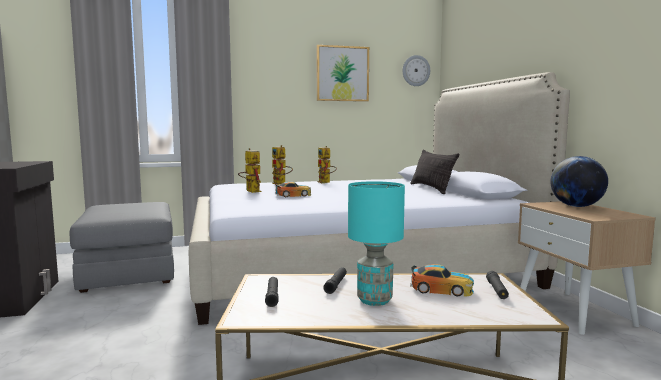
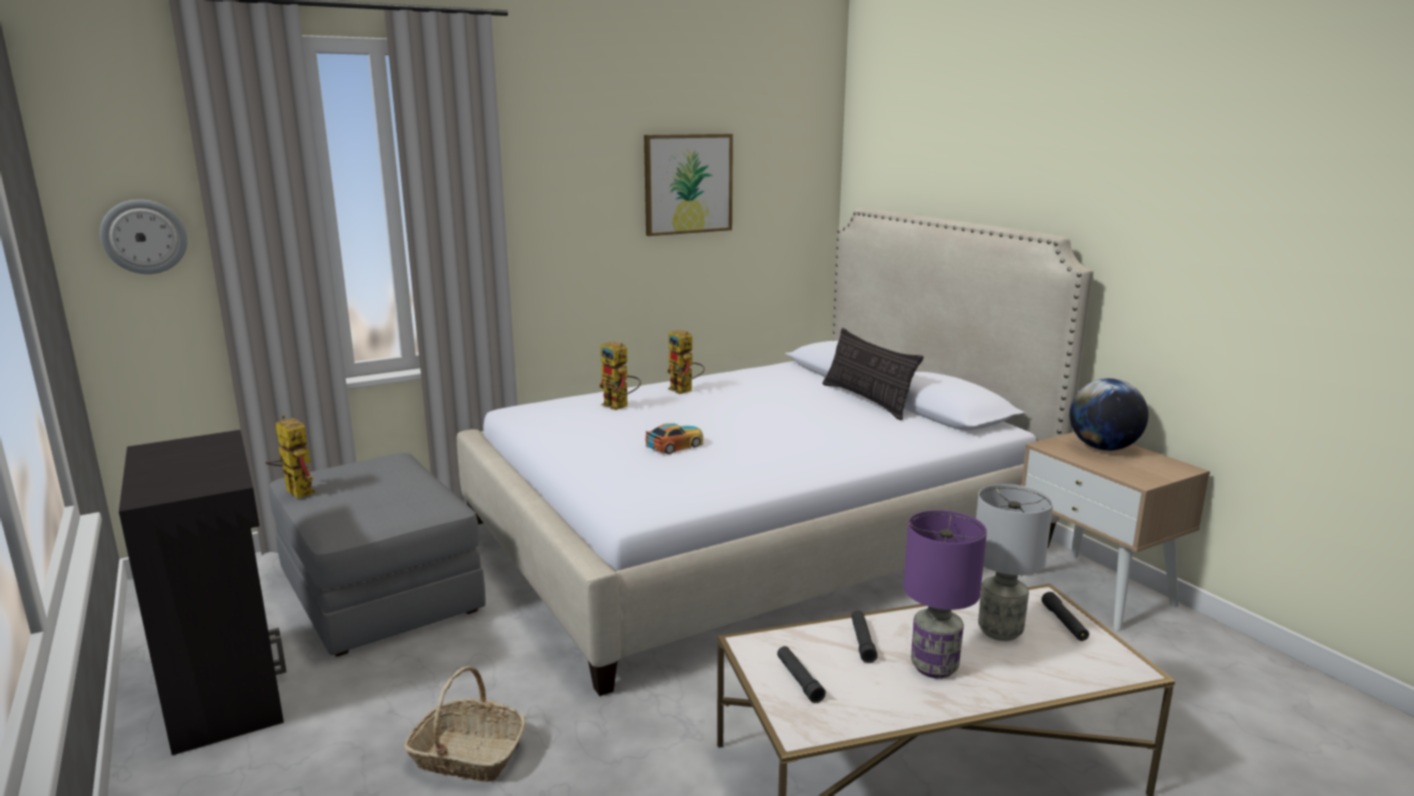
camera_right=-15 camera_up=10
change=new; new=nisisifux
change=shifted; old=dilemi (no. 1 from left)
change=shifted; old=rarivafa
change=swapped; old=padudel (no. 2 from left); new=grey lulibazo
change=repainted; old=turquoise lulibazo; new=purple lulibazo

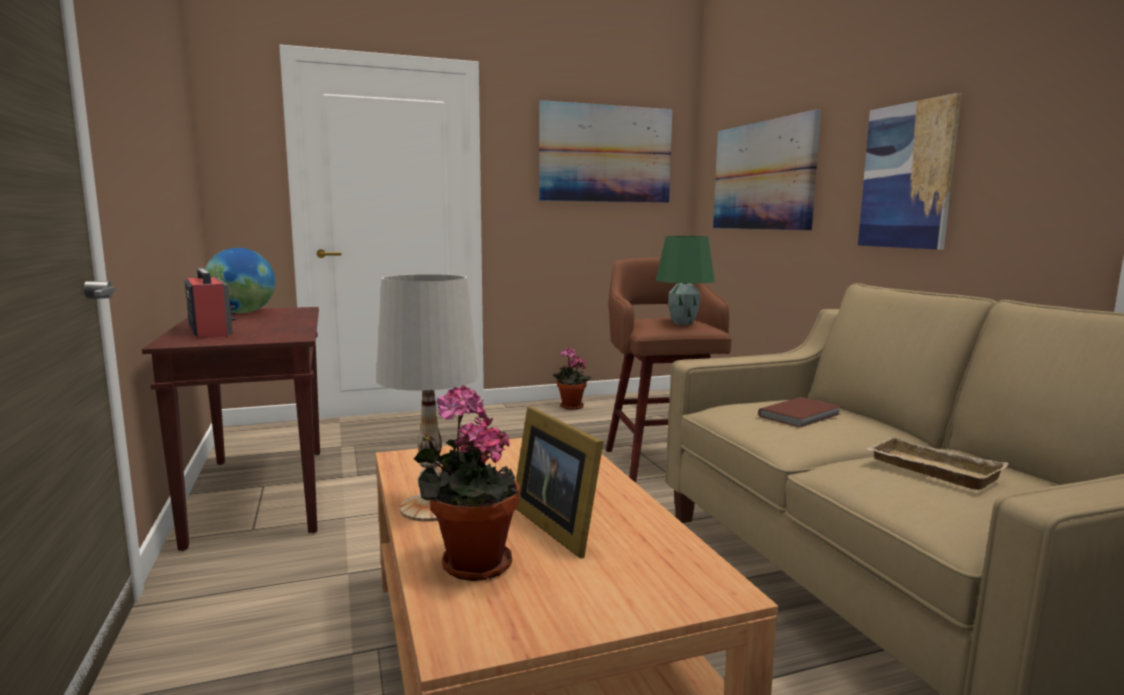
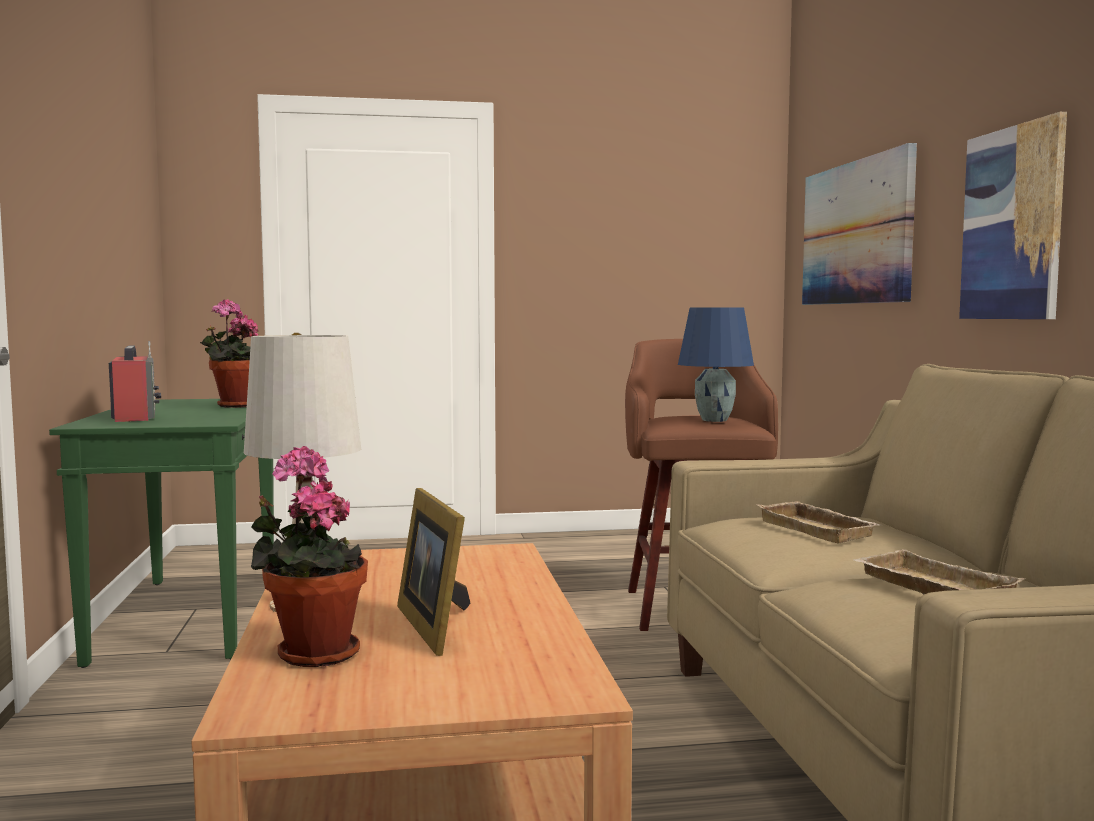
camera_right=10 camera_up=-5
change=gone; old=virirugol
change=gone; old=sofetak (no. 1 from left)
change=shifted; old=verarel (no. 2 from left in the first image); new=verarel (no. 1 from left)
change=swapped; old=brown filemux; new=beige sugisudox (no. 1 from left)
change=repainted; old=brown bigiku; new=green bigiku
change=repainted; old=green lulibazo; new=blue lulibazo

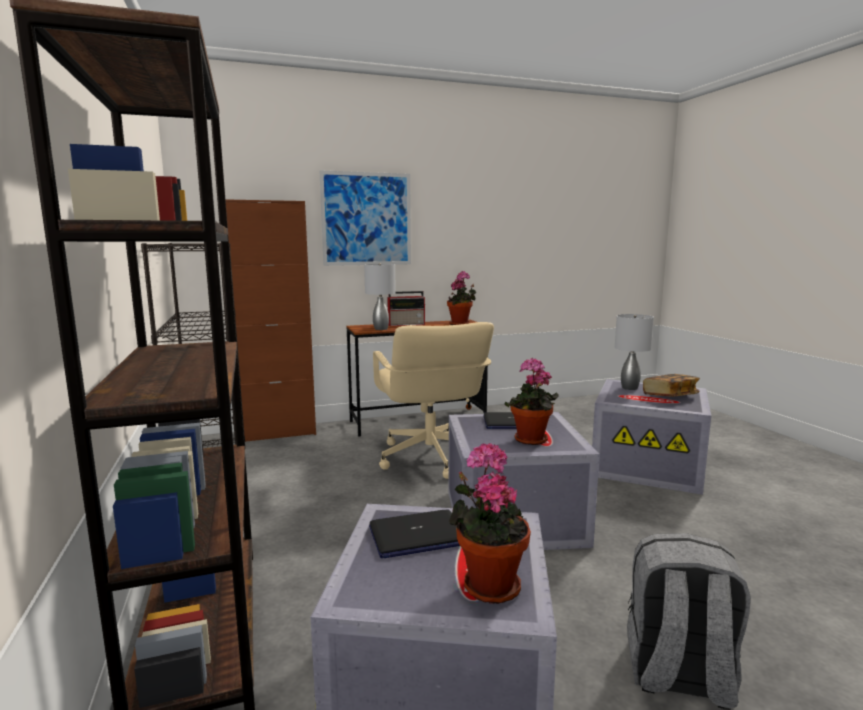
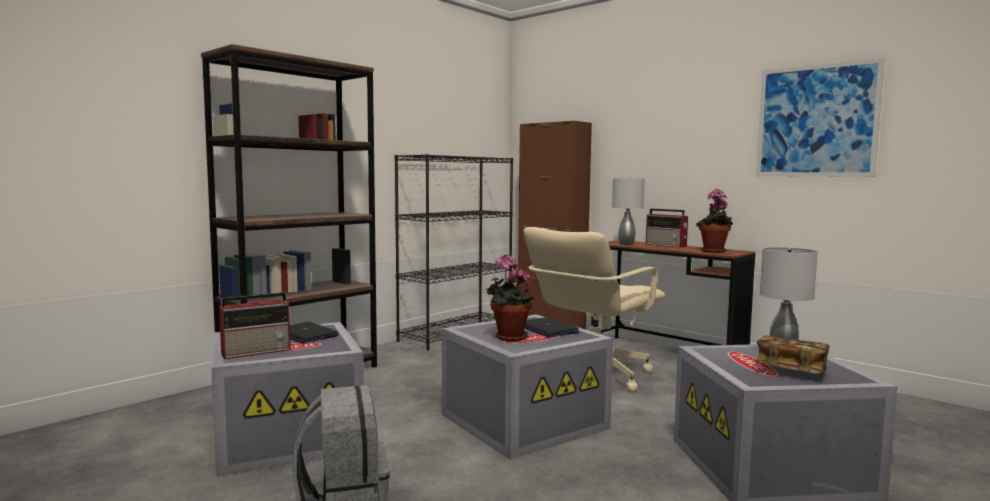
camera_right=60 camera_up=-5
change=shifted; old=sofetak
change=swapped; old=verarel (no. 2 from left); new=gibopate (no. 1 from left)

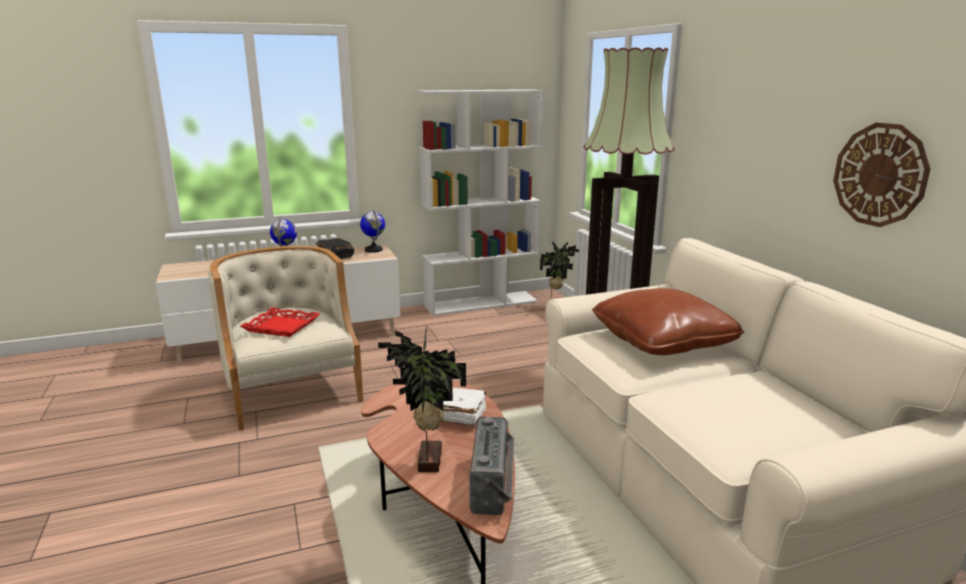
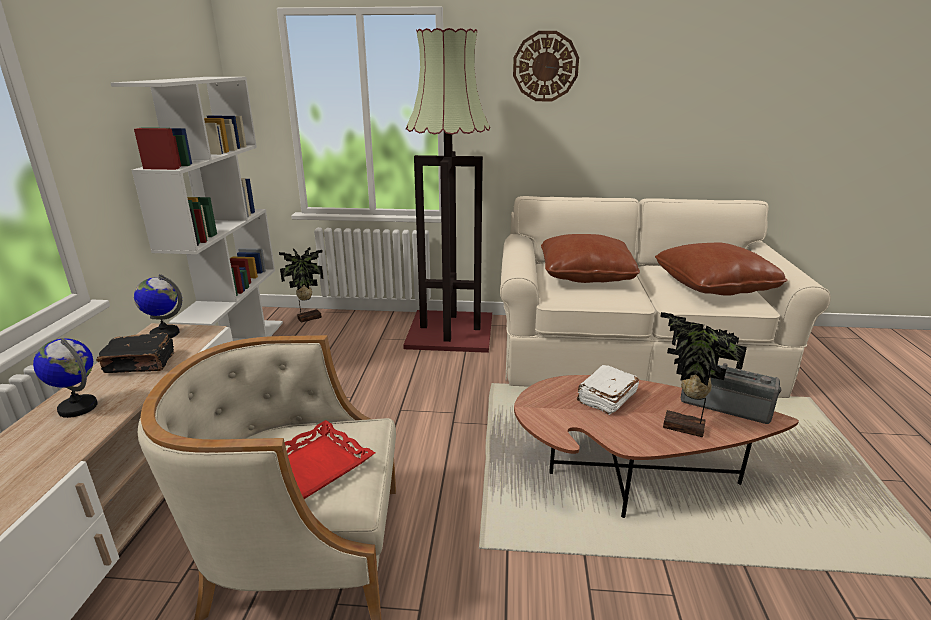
camera_right=-65 camera_up=5
change=new; new=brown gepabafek (no. 2 from left)
change=shifted; old=rarivafa

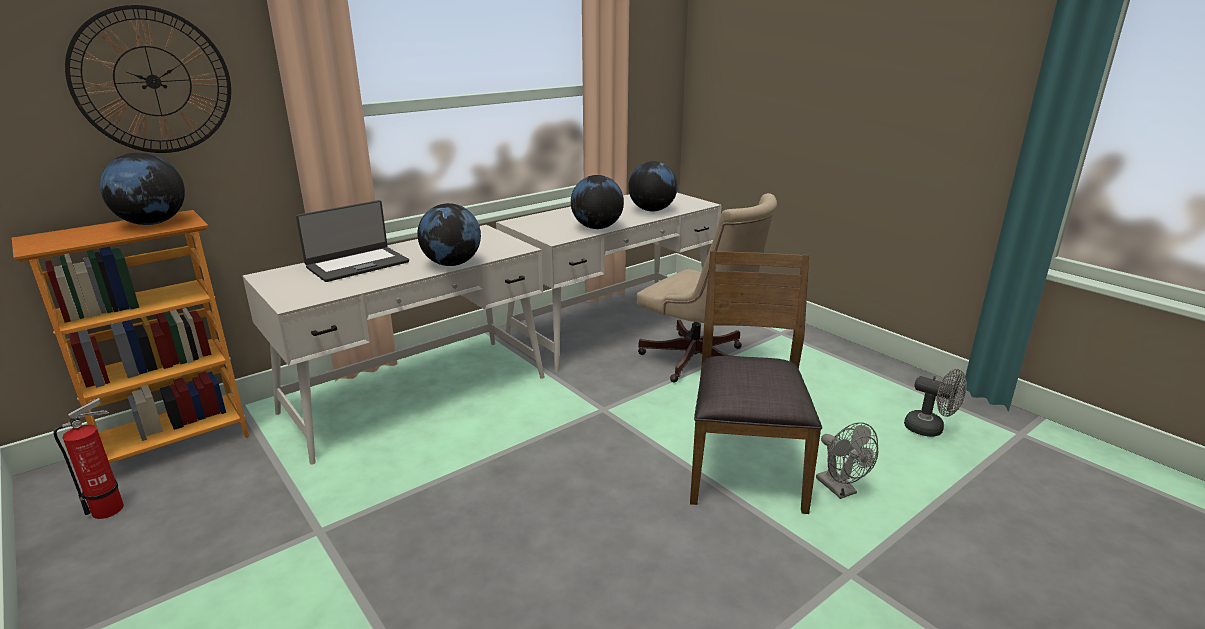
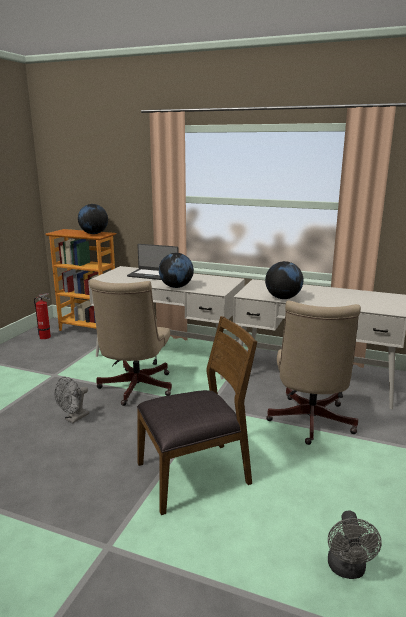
camera_right=60 camera_up=-5
change=gone; old=rarivafa
change=gone; old=virirugol (no. 4 from left)
change=new; new=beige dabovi (no. 1 from left)
change=shifted; old=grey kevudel (no. 1 from left)

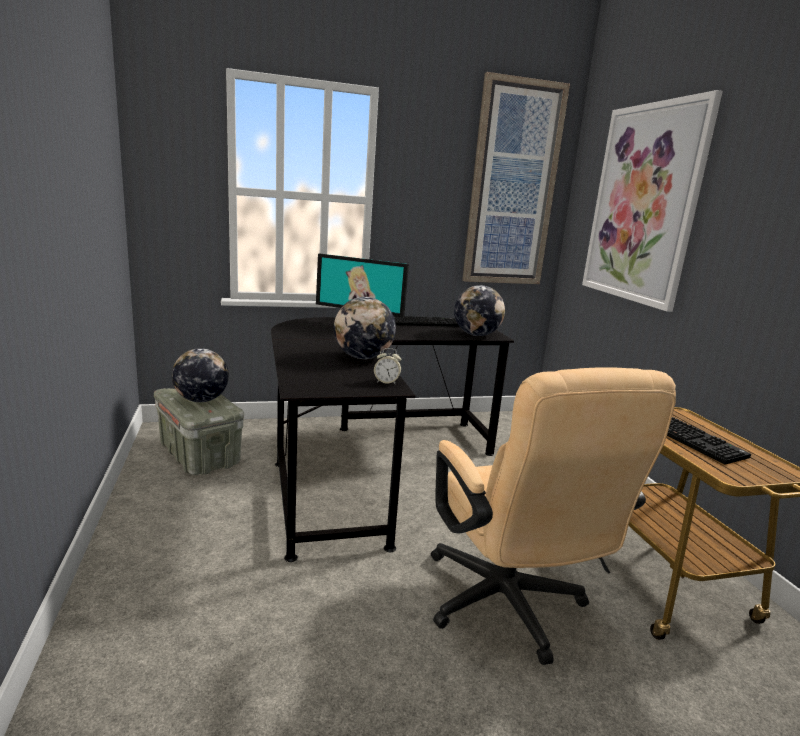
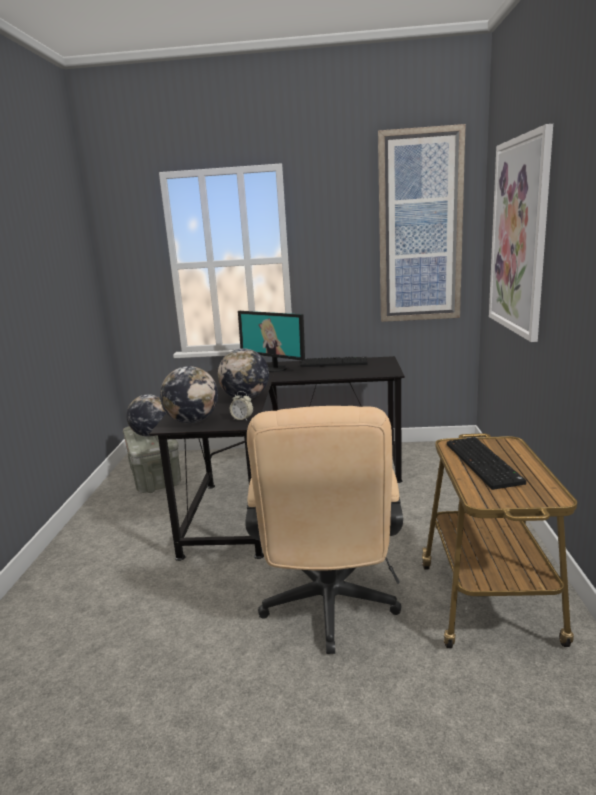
camera_right=20 camera_up=0
change=shifted; old=virirugol (no. 3 from left in the first image); new=virirugol (no. 2 from left)

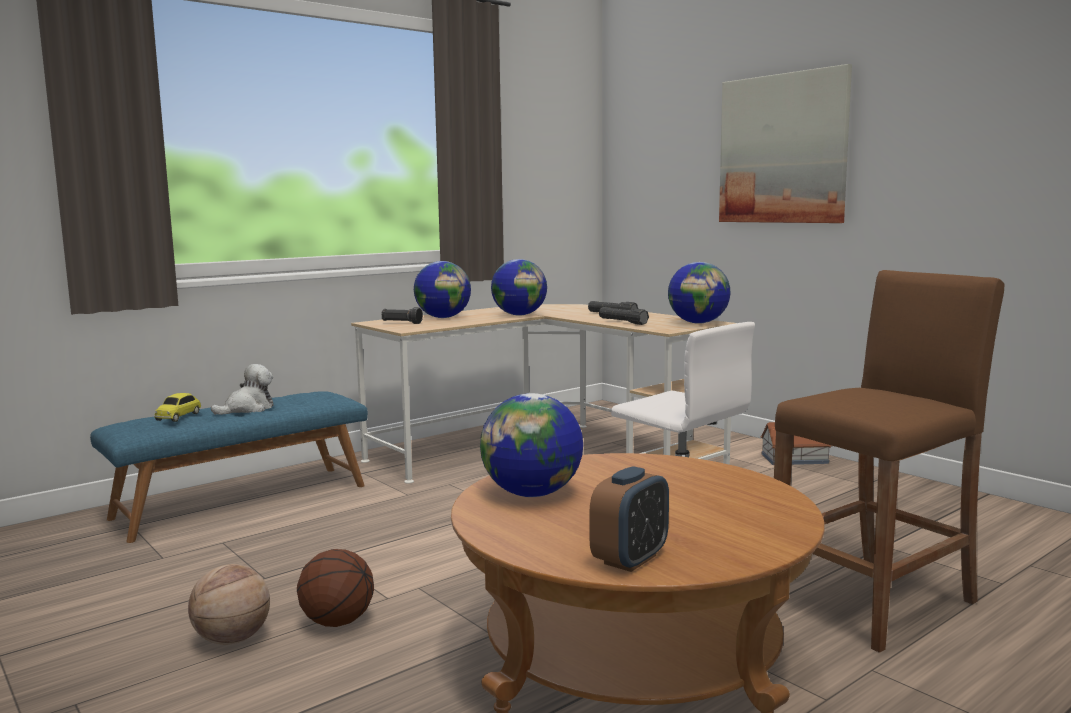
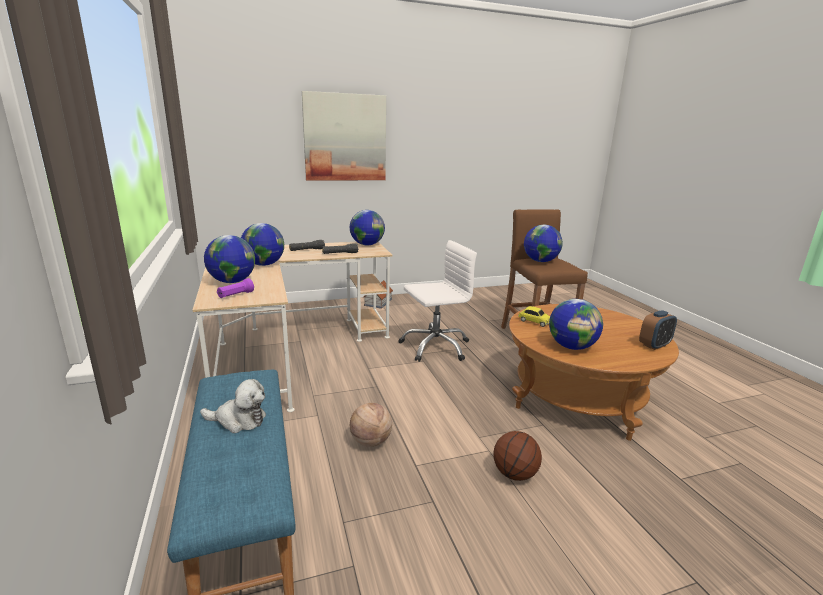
camera_right=-70 camera_up=10
change=new; new=virirugol (no. 4 from left)
change=shifted; old=padudel
change=shifted; old=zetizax (no. 1 from left)
change=repainted; old=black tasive (no. 1 from left); new=purple tasive
change=rotated; old=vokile; degrees=120
change=rotated; old=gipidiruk; degrees=90

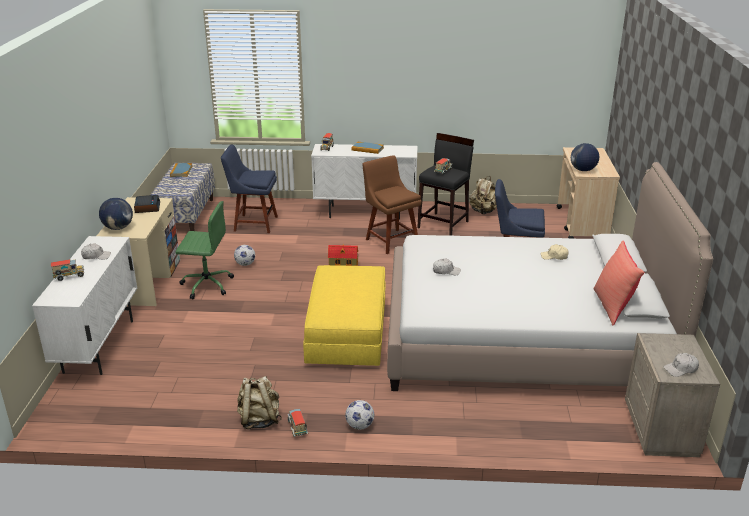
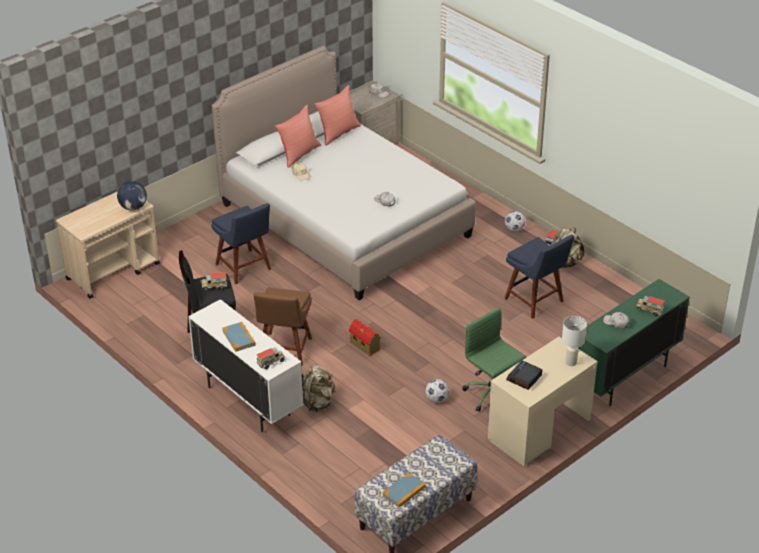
camera_right=-135 camera_up=10
change=gone; old=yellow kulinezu
change=new; new=red gepabafek (no. 1 from left)
change=shifted; old=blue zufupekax (no. 1 from left in the first image); new=blue zufupekax (no. 2 from left)
change=shifted; old=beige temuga (no. 2 from left in the first image); new=beige temuga (no. 1 from left)
change=swapped; old=virirugol (no. 1 from left); new=white lulibazo
change=repainted; old=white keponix (no. 1 from left); new=green keponix

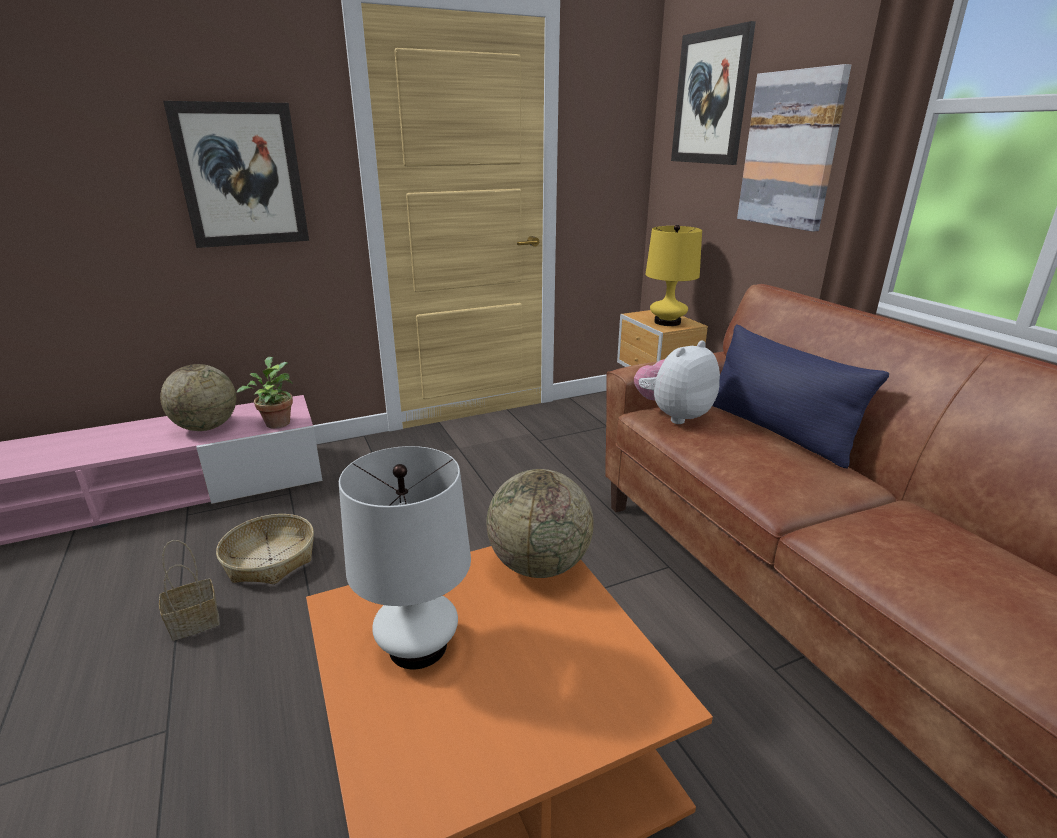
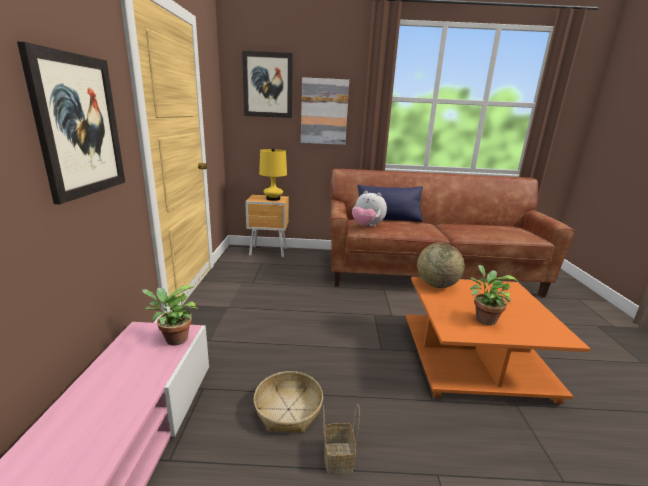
camera_right=-65 camera_up=-5
change=gone; old=virirugol (no. 1 from left)
change=swapped; old=white lulibazo; new=verarel (no. 2 from left)
change=rotated; old=vokile; degrees=-45

